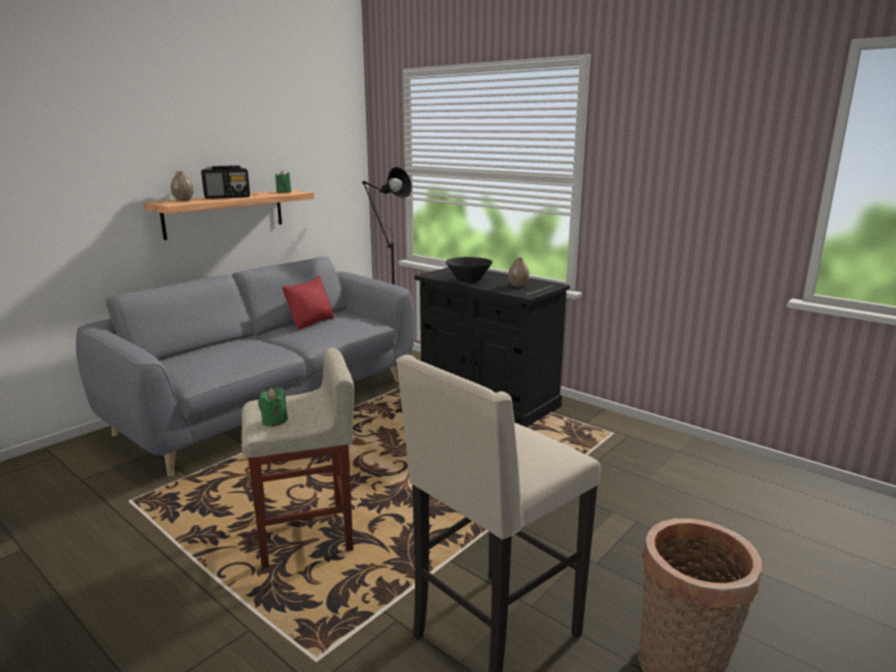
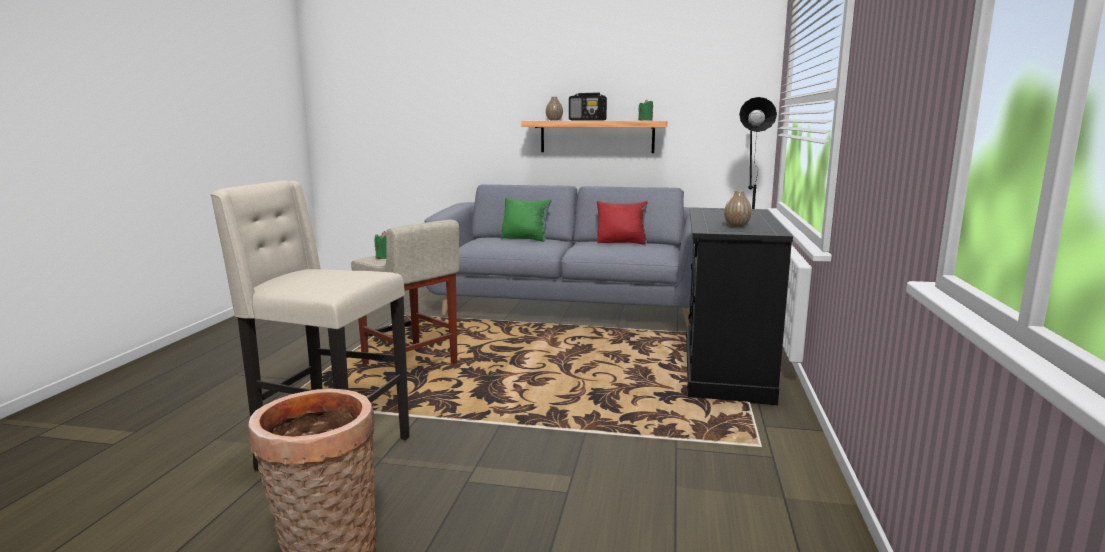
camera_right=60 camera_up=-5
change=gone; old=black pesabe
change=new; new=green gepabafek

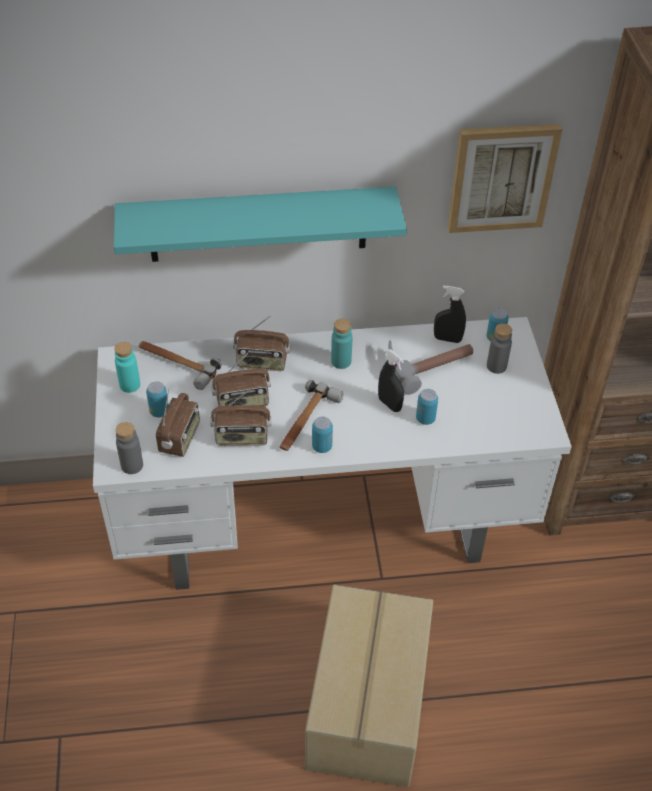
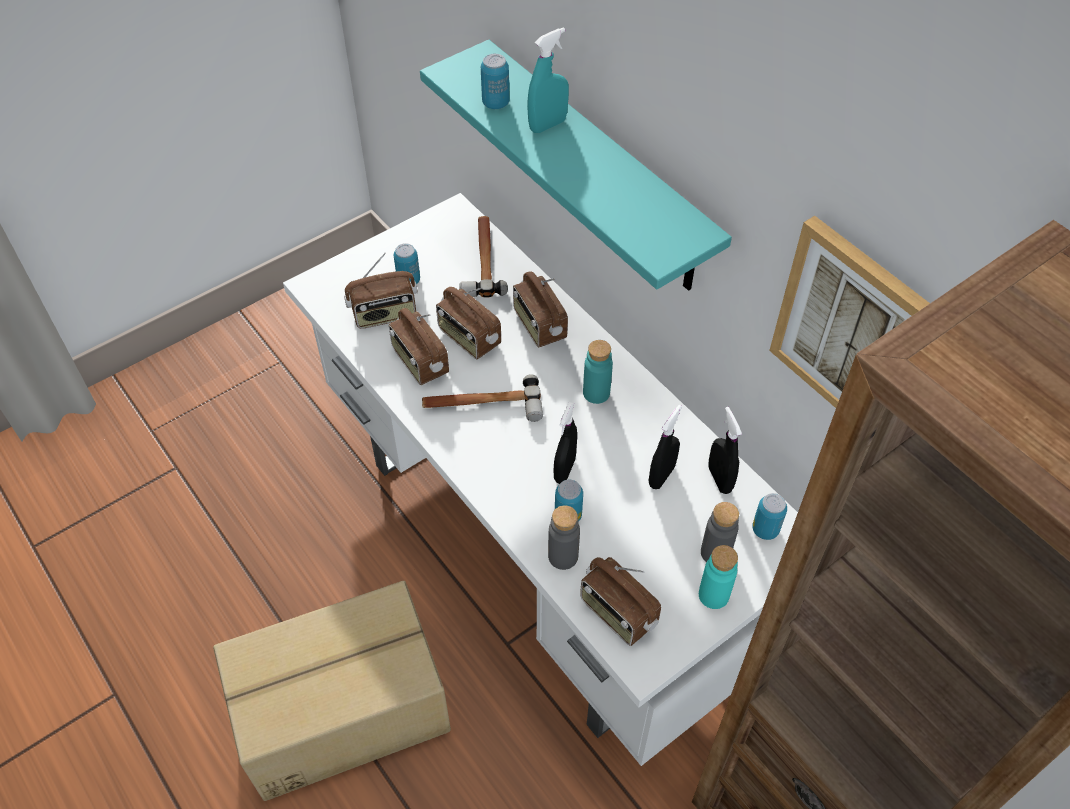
camera_right=60 camera_up=5
change=new; new=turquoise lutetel
change=new; new=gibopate (no. 5 from left)
change=shifted; old=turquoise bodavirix (no. 1 from left in the first image); new=turquoise bodavirix (no. 2 from left)
change=shifted; old=grey bodavirix (no. 1 from left)
change=shifted; old=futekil (no. 2 from left)
change=swapped; old=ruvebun (no. 3 from left); new=black lutetel (no. 2 from left)

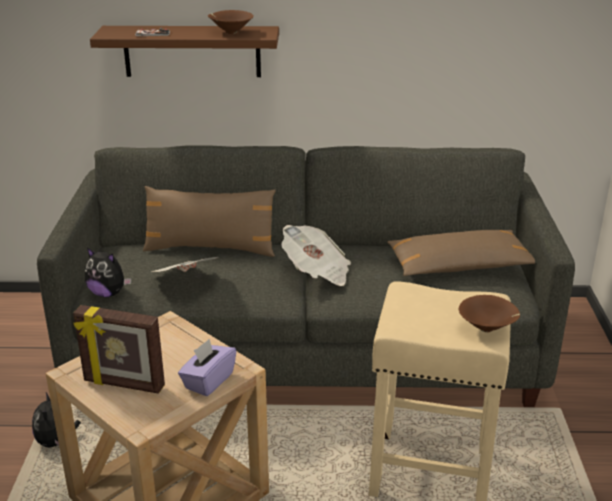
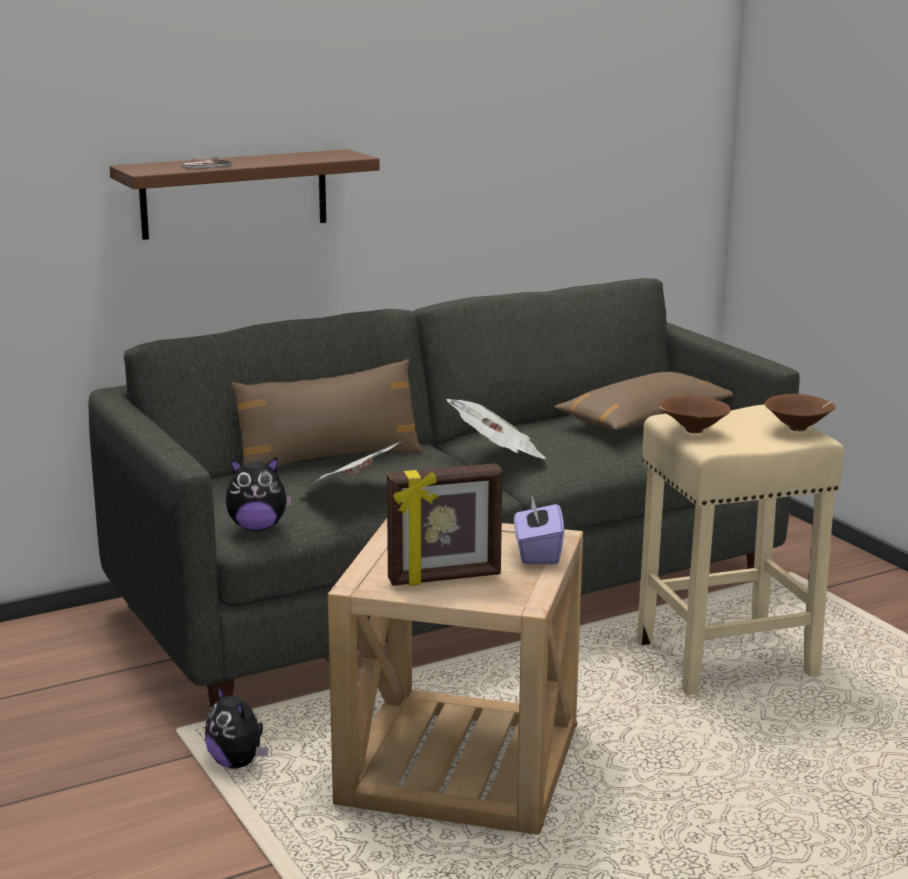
camera_right=-30 camera_up=-10
change=shifted; old=brown pesabe (no. 1 from left)

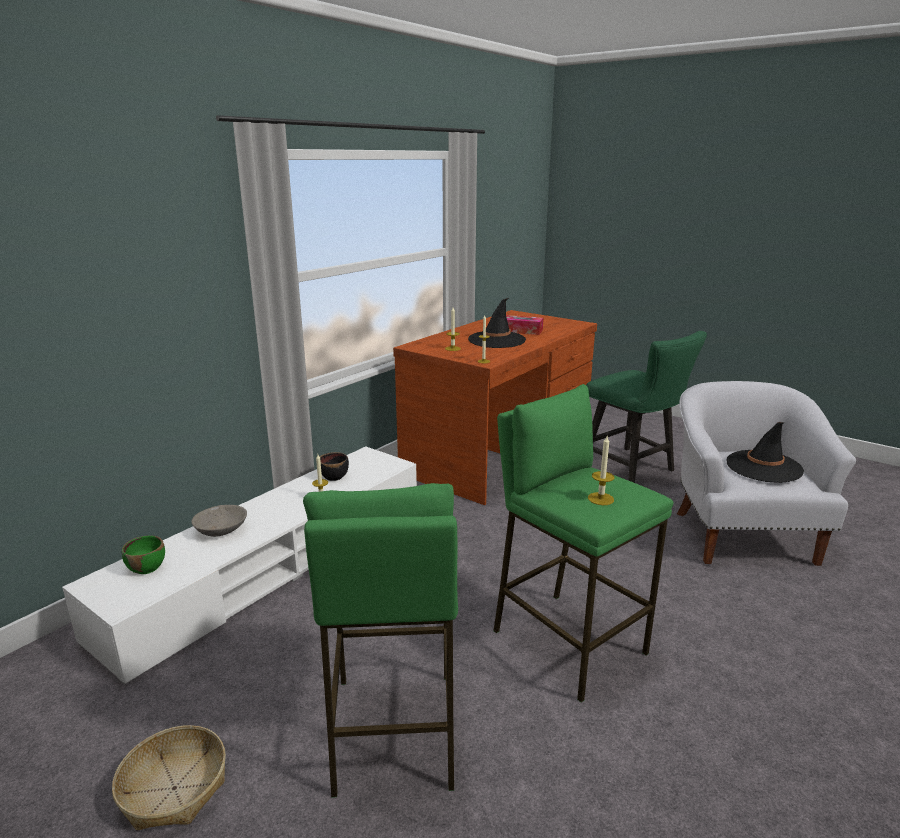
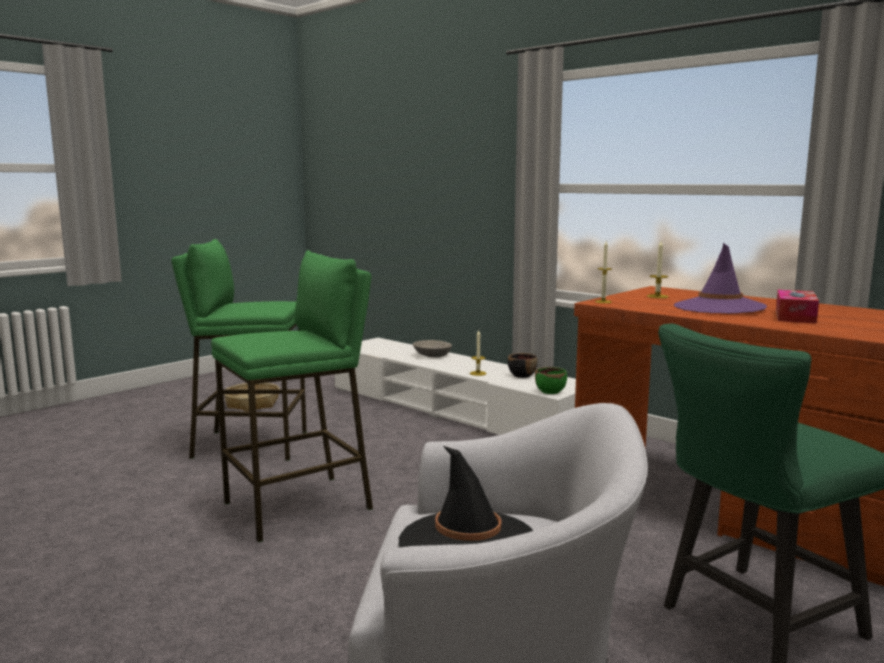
camera_right=95 camera_up=-10
change=gone; old=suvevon (no. 4 from left)
change=shifted; old=green pesabe
change=repainted; old=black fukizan (no. 1 from left); new=purple fukizan

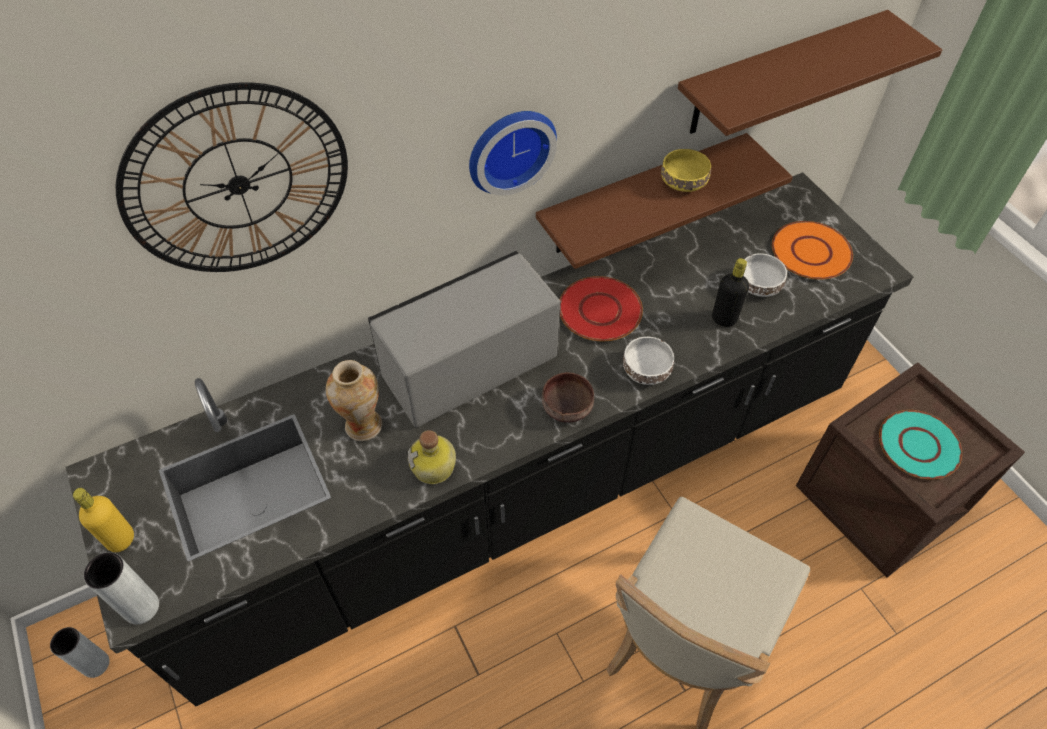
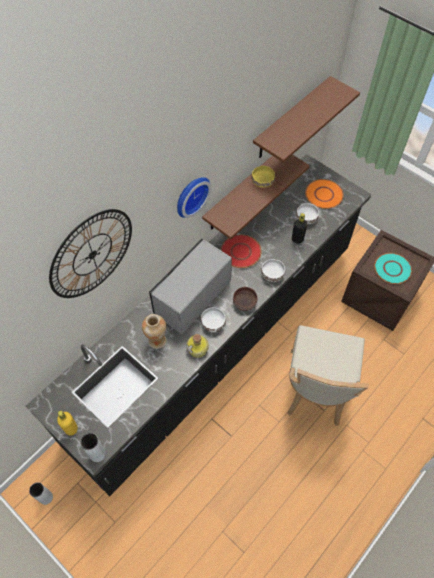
camera_right=-20 camera_up=5
change=new; new=white pesabe (no. 1 from left)

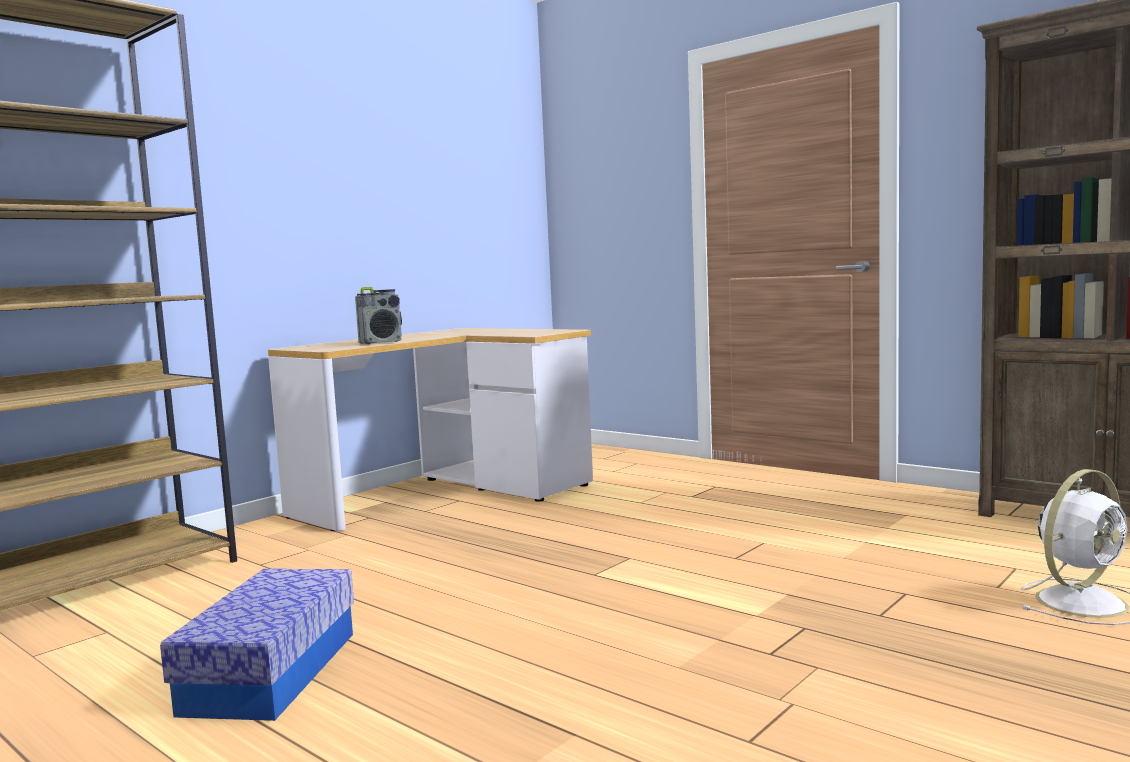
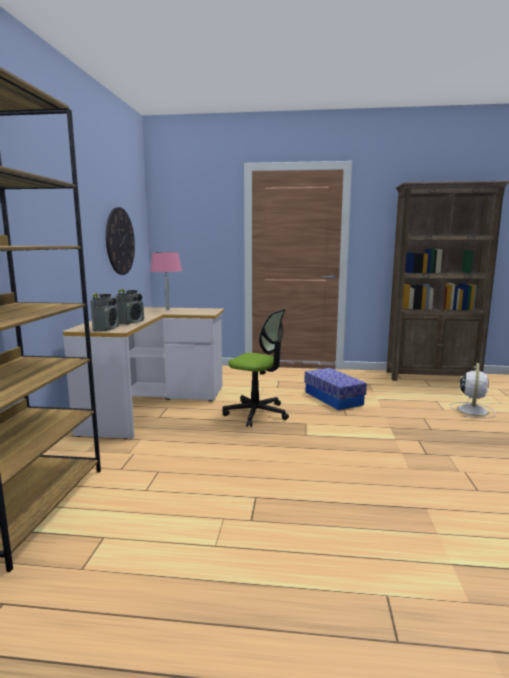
camera_right=-35 camera_up=5
change=new; new=gibopate (no. 1 from left)
change=new; new=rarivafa
change=new; new=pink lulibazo
change=new; new=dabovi
change=shifted; old=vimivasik

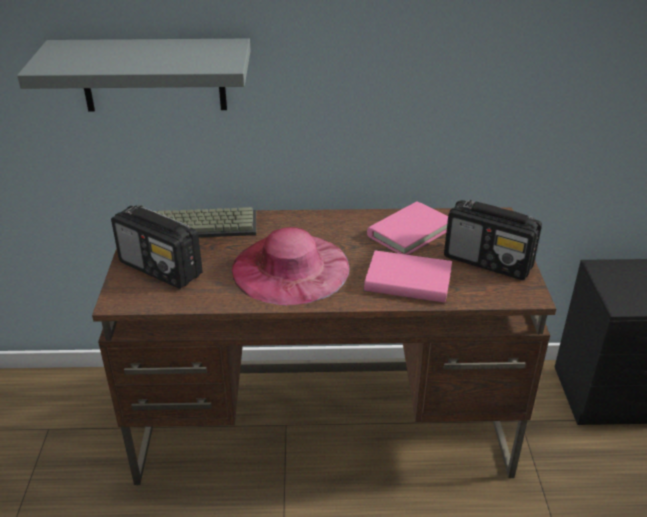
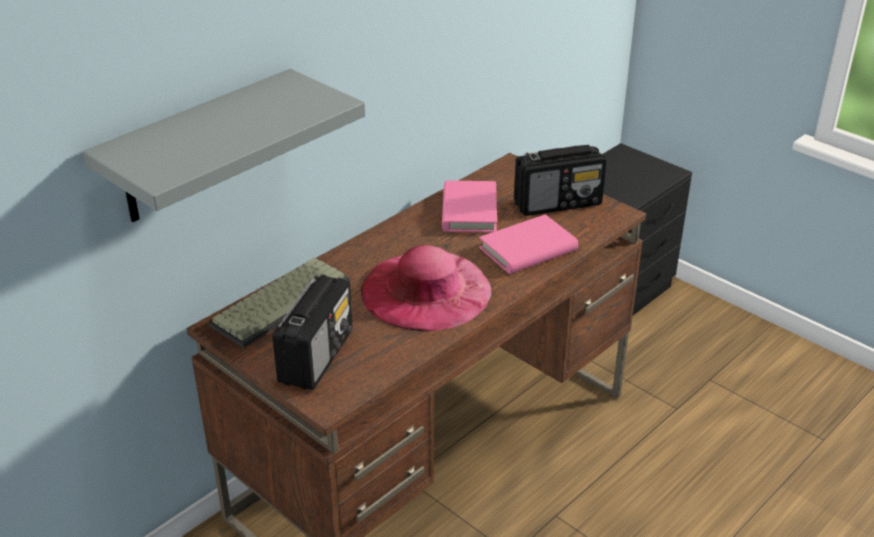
camera_right=-45 camera_up=0
change=rotated; old=gibopate (no. 1 from left); degrees=-60

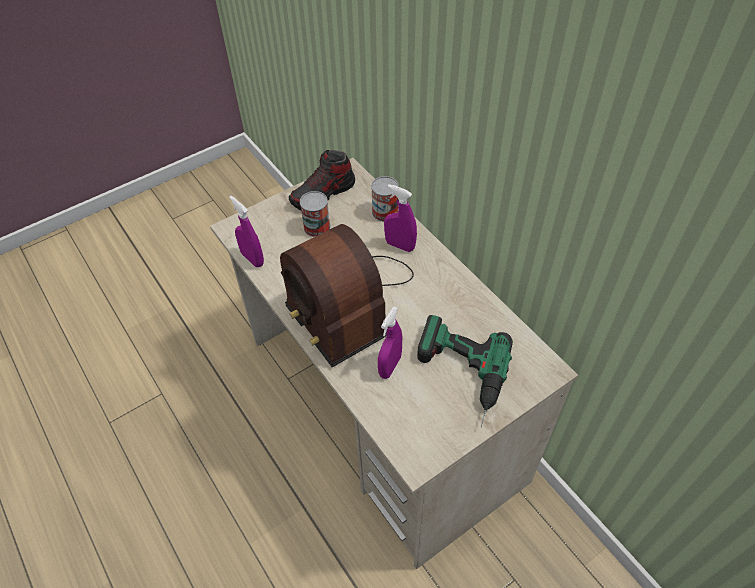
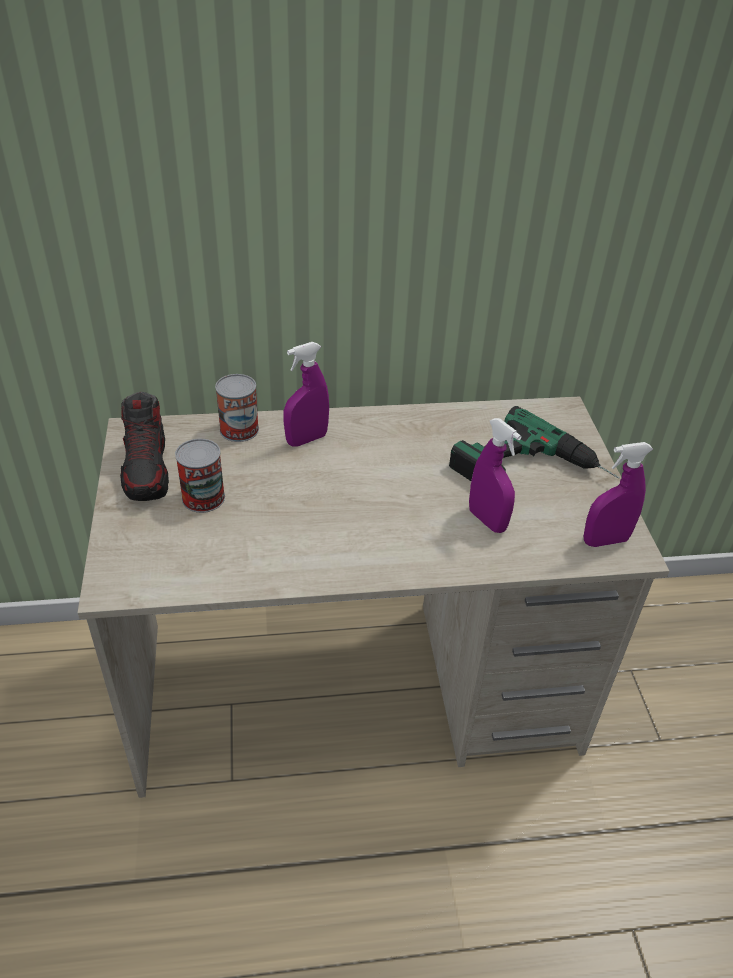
camera_right=-65 camera_up=-10
change=gone; old=gibopate
change=shifted; old=purple lutetel (no. 1 from left in the first image); new=purple lutetel (no. 3 from left)

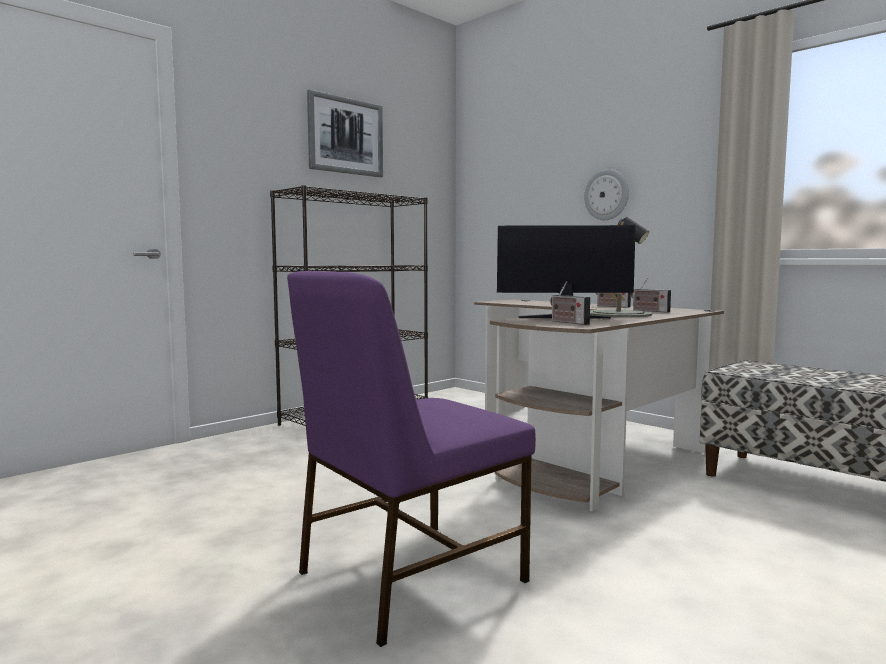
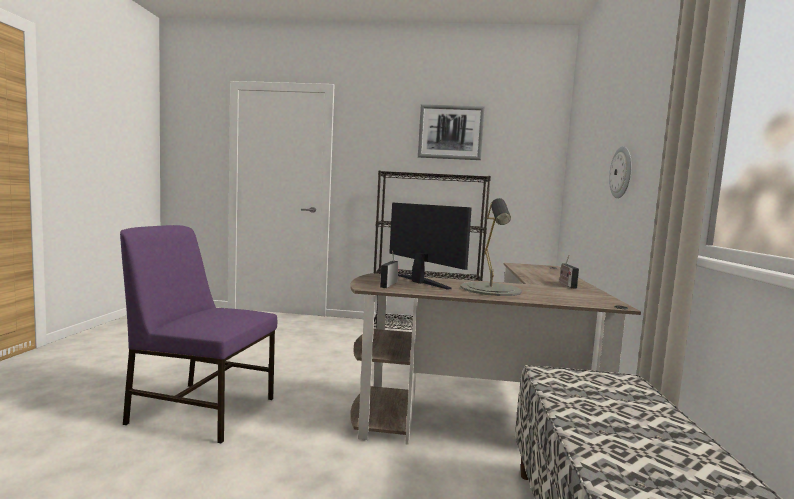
camera_right=50 camera_up=0
change=gone; old=gibopate (no. 3 from left)

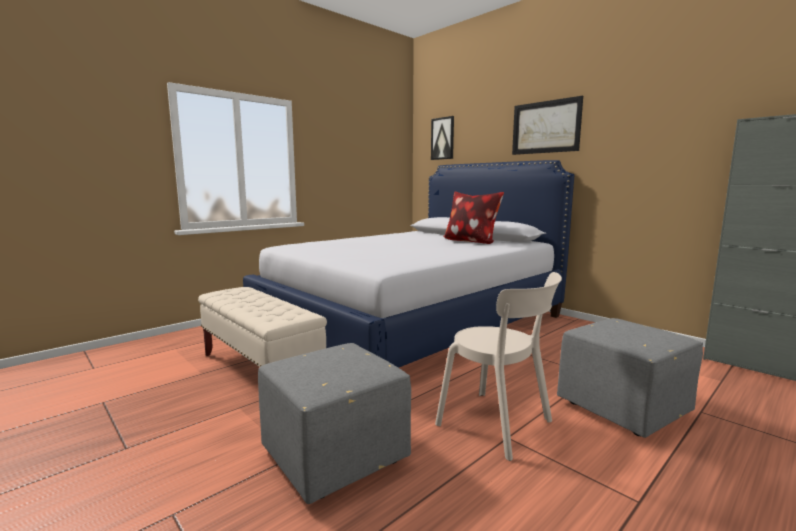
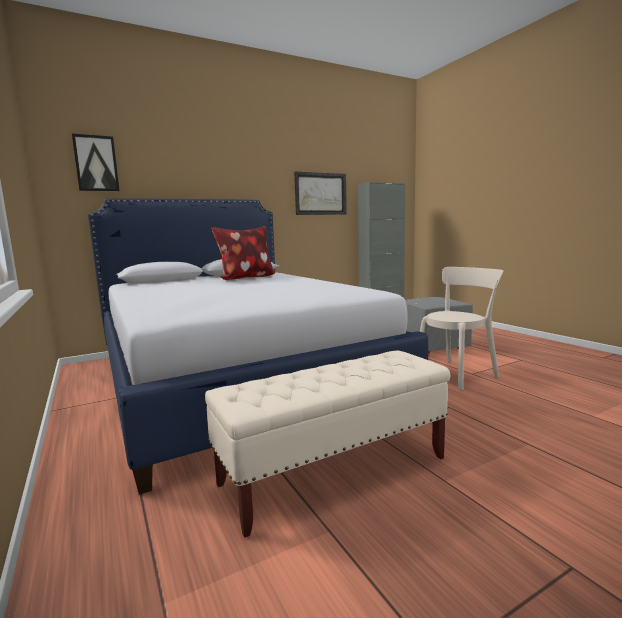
camera_right=-75 camera_up=0
change=gone; old=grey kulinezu (no. 1 from left)
change=shifted; old=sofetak (no. 2 from left)

